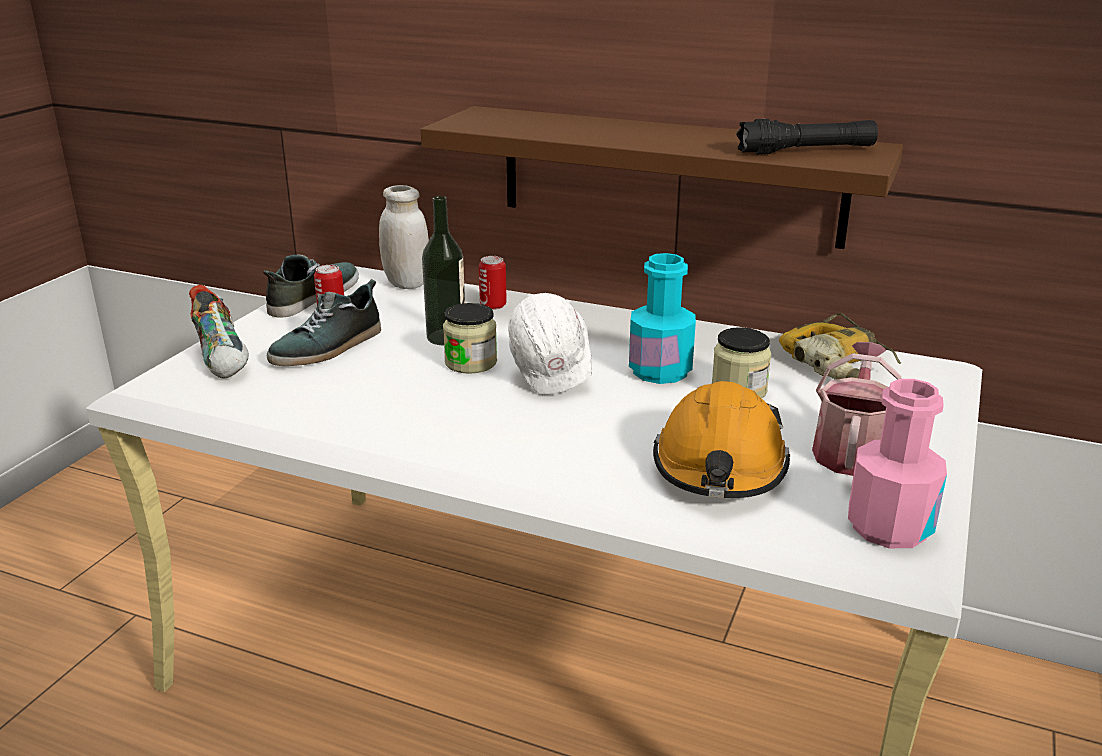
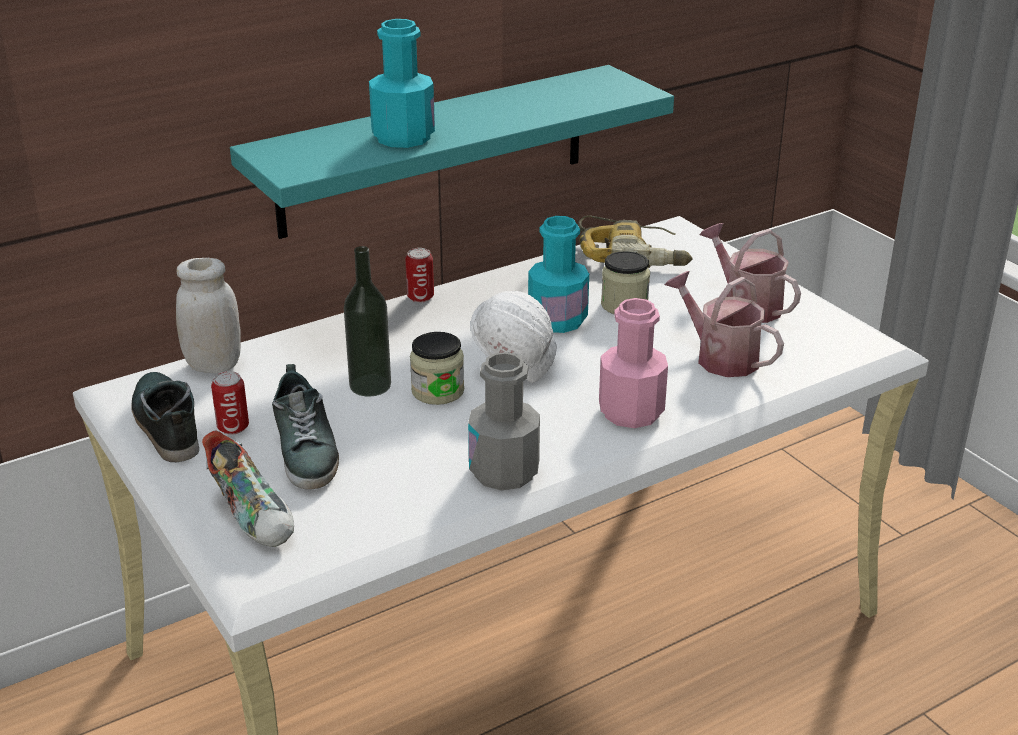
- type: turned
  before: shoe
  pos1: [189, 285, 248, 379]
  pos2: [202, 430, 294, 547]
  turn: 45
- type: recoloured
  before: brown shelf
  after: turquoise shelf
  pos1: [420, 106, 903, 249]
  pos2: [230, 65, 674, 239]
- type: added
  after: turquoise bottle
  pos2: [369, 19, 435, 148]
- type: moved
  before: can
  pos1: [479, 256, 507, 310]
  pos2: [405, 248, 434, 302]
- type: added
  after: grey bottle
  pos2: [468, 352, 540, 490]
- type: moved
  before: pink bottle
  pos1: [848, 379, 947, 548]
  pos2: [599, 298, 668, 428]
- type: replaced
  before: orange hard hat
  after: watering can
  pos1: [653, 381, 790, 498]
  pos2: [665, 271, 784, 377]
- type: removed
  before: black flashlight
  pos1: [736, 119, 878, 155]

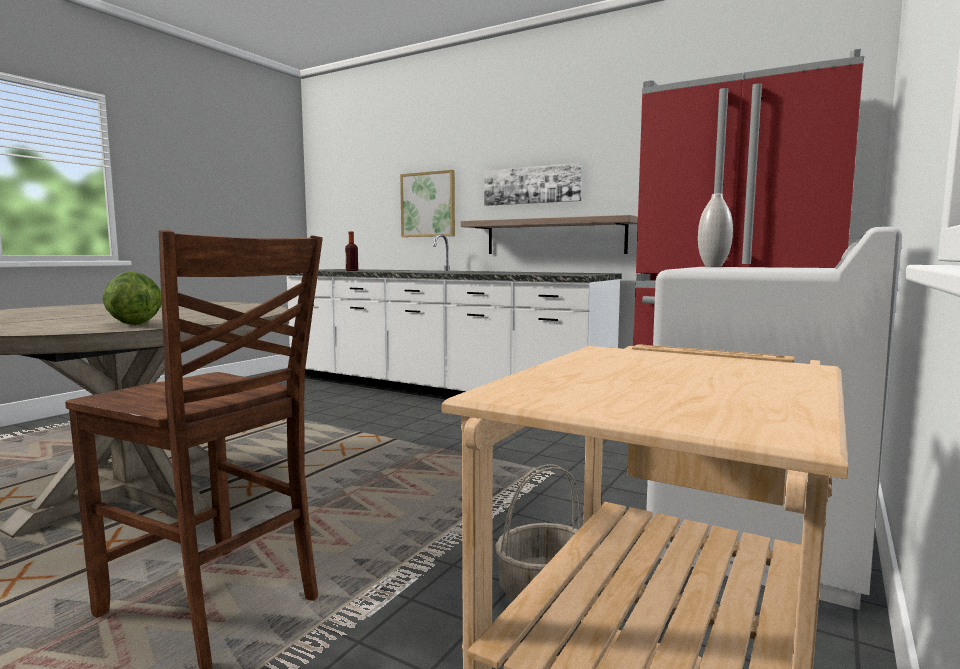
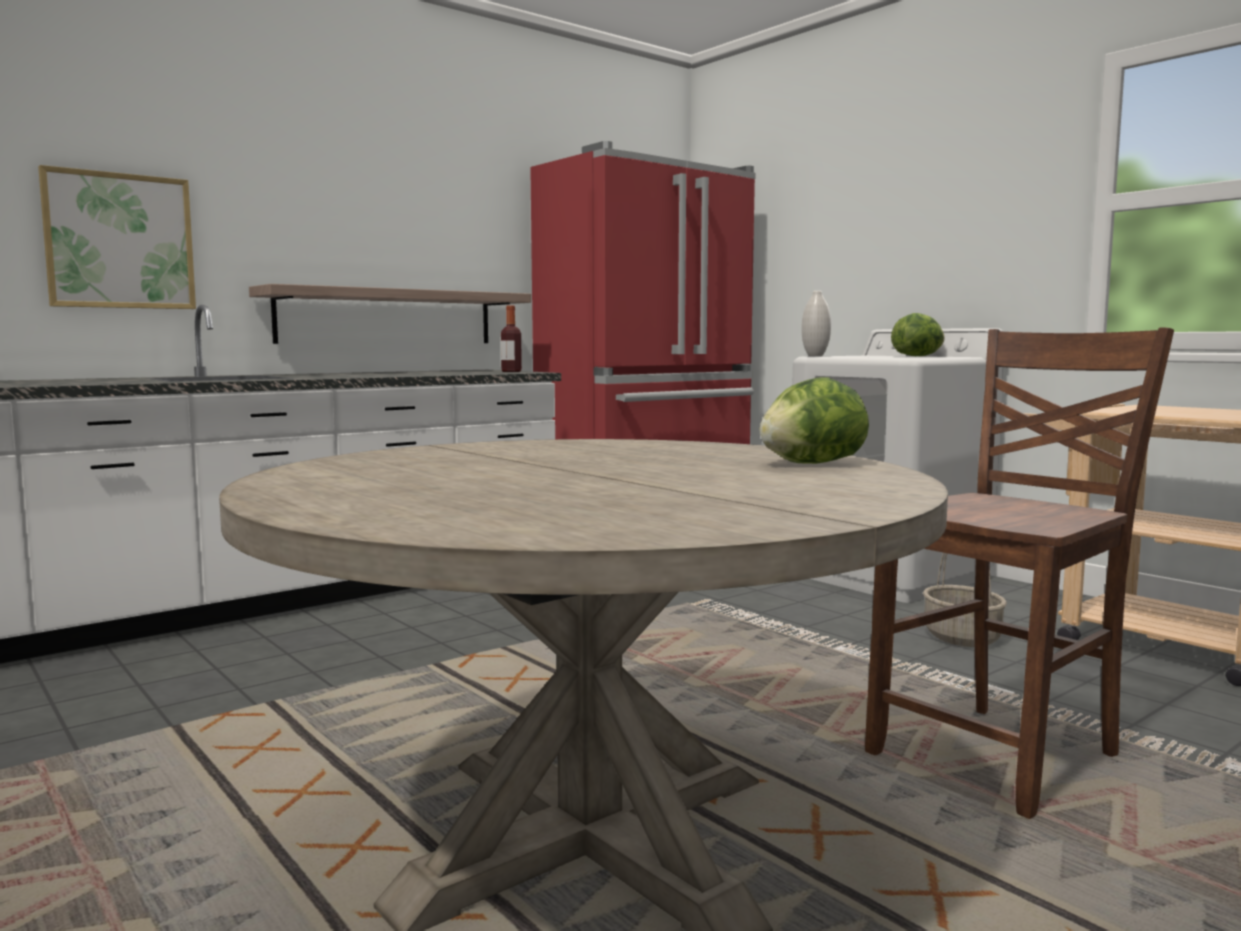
- type: moved
  before: bottle
  pos1: [345, 231, 358, 271]
  pos2: [501, 306, 522, 372]
- type: added
  after: lettuce
  pos2: [891, 313, 945, 356]
- type: removed
  before: picture
  pos1: [484, 163, 582, 206]

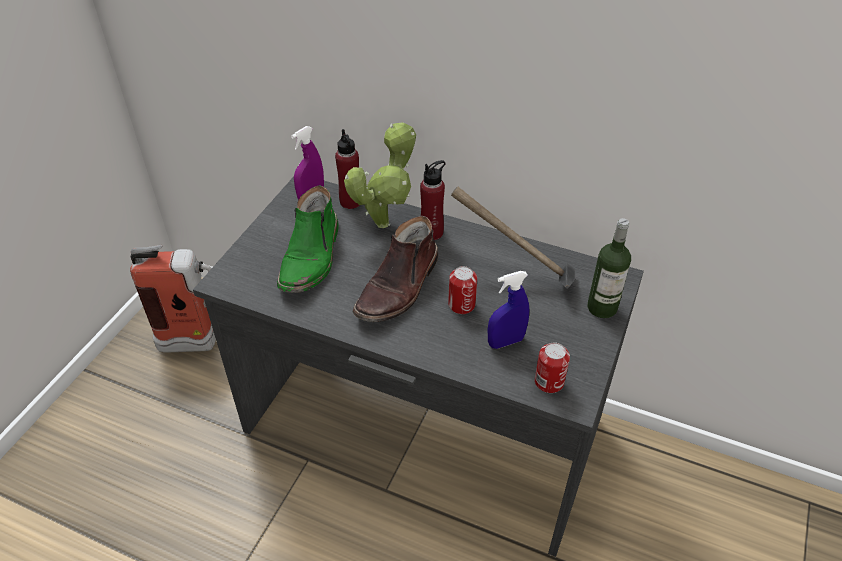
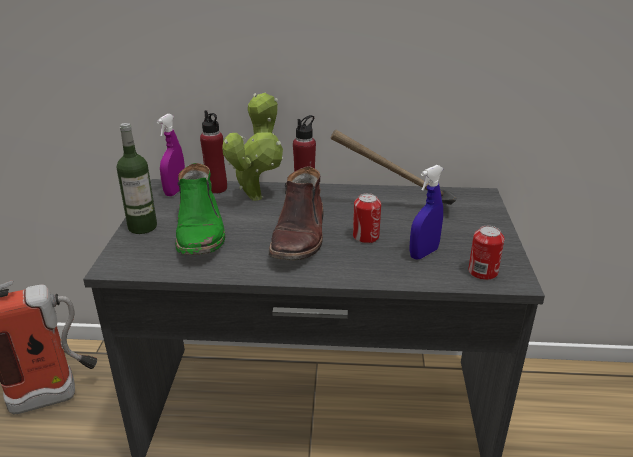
- type: moved
  before: bottle
  pos1: [587, 218, 631, 318]
  pos2: [117, 123, 157, 234]

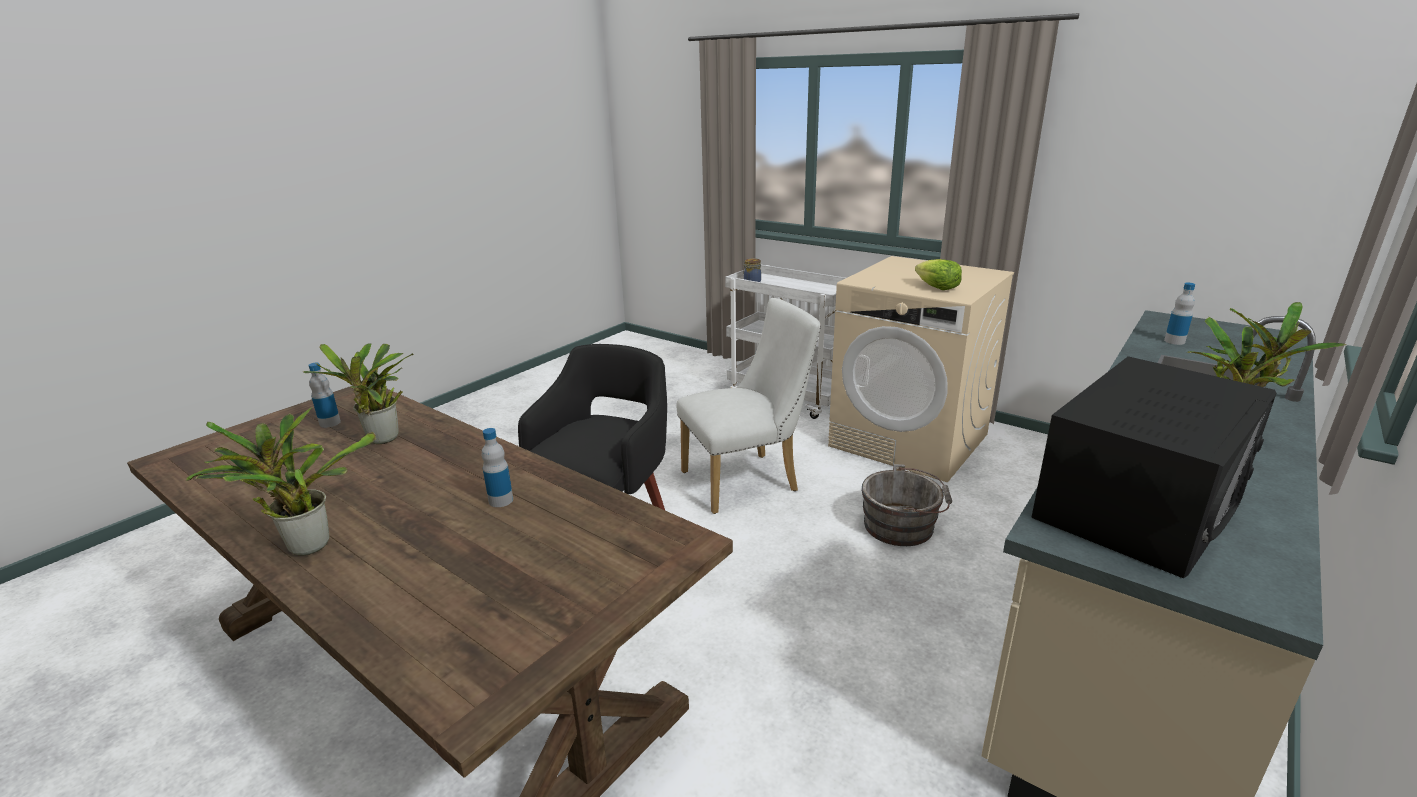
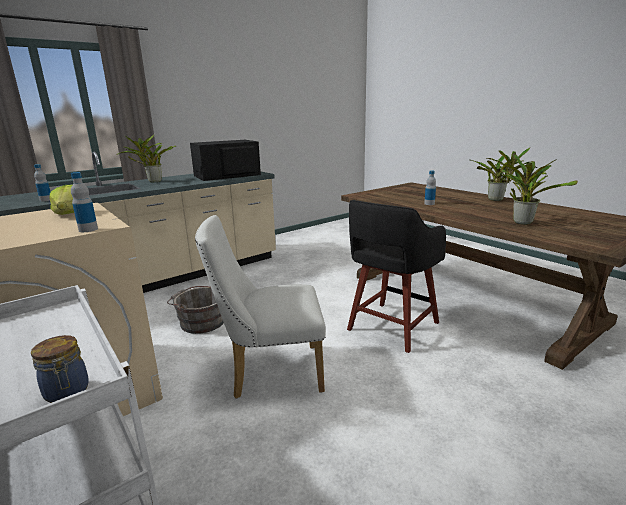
- type: moved
  before: bottle
  pos1: [308, 363, 341, 428]
  pos2: [71, 172, 98, 232]

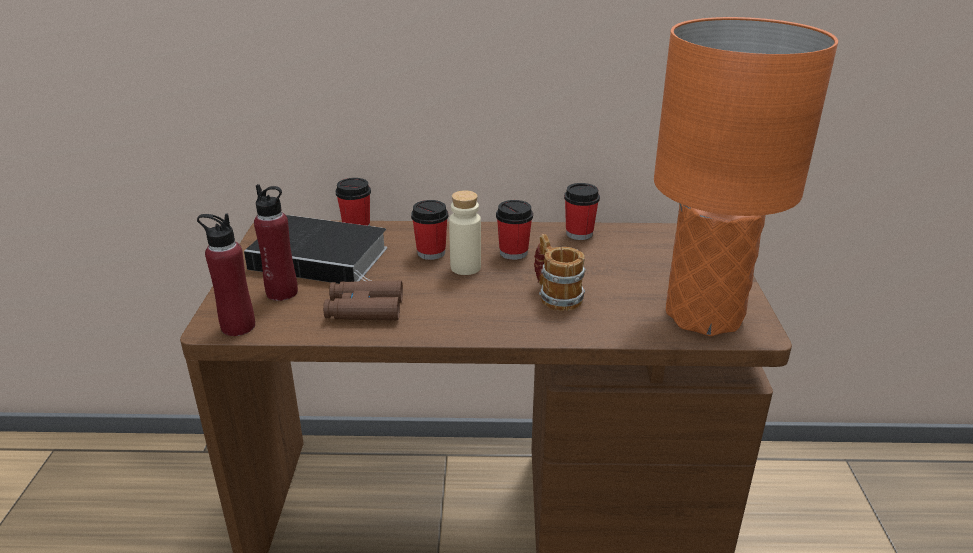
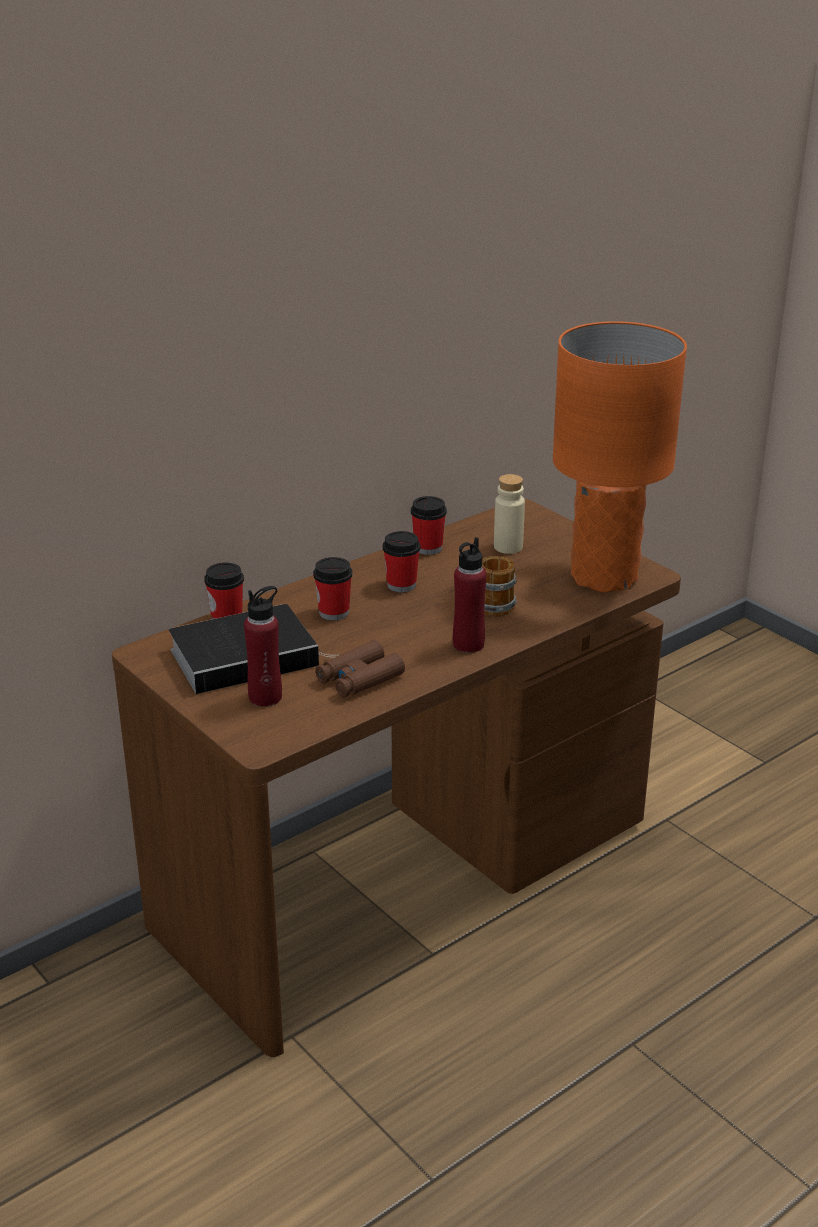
- type: moved
  before: red bottle
  pos1: [197, 213, 255, 336]
  pos2: [453, 537, 487, 653]
- type: moved
  before: beige bottle
  pos1: [449, 190, 481, 275]
  pos2: [494, 474, 525, 554]

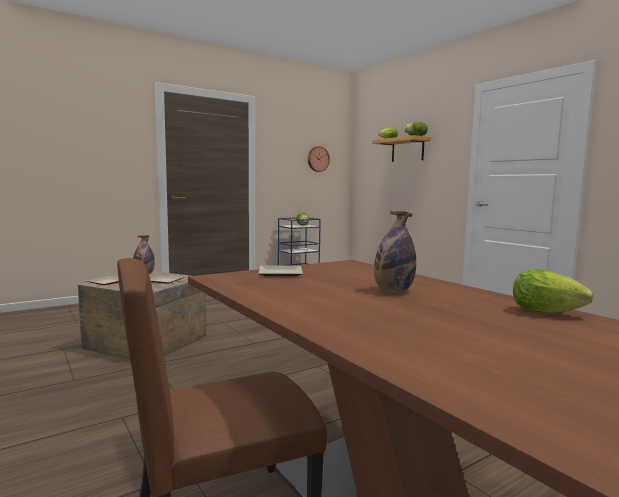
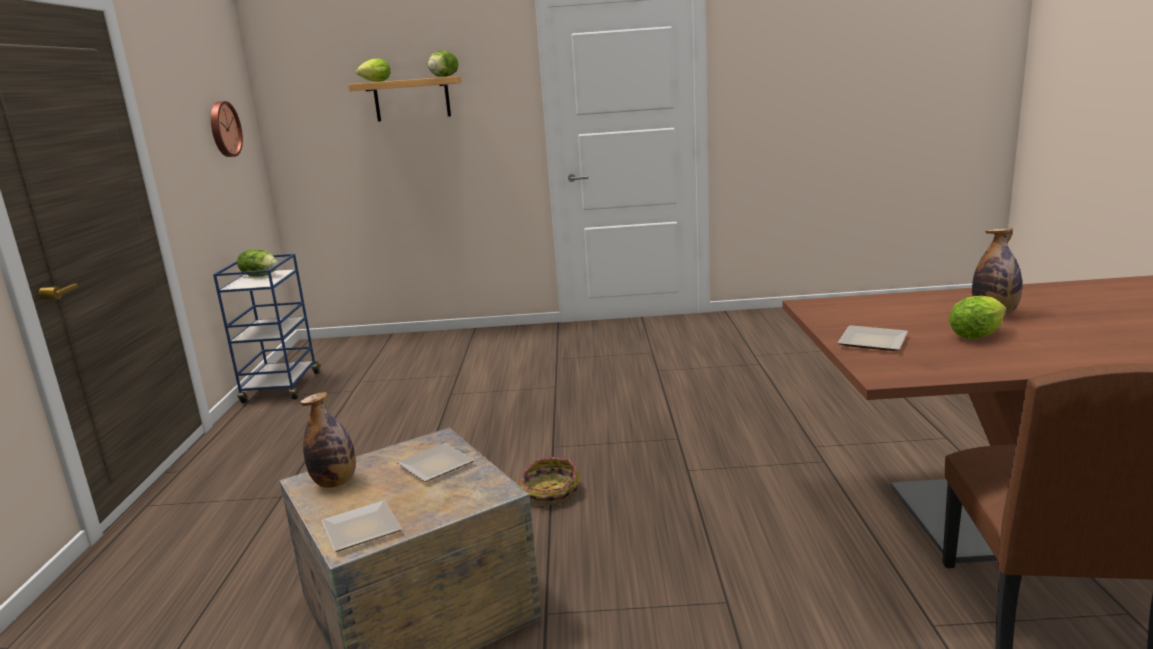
- type: added
  after: basket
  pos2: [518, 457, 580, 507]
- type: moved
  before: lettuce
  pos1: [513, 269, 593, 314]
  pos2: [949, 296, 1006, 339]

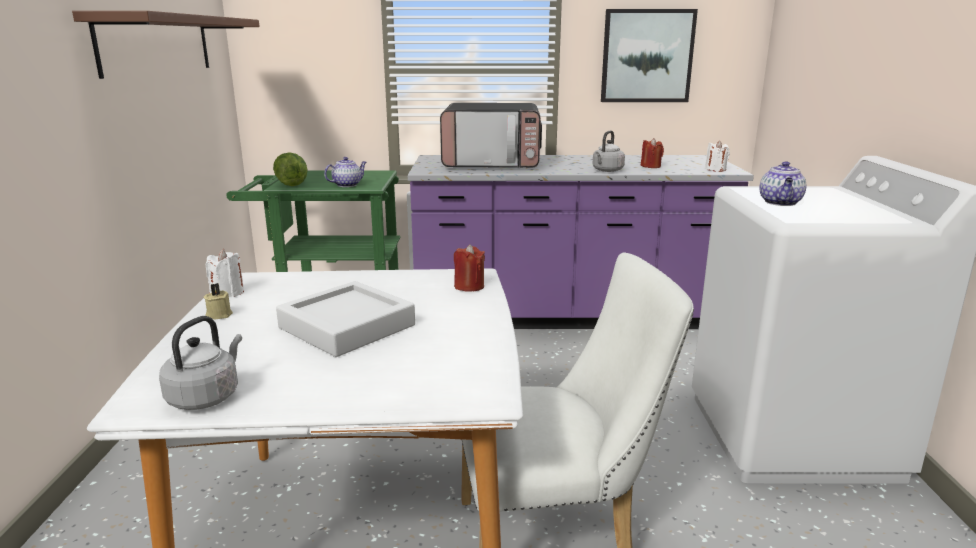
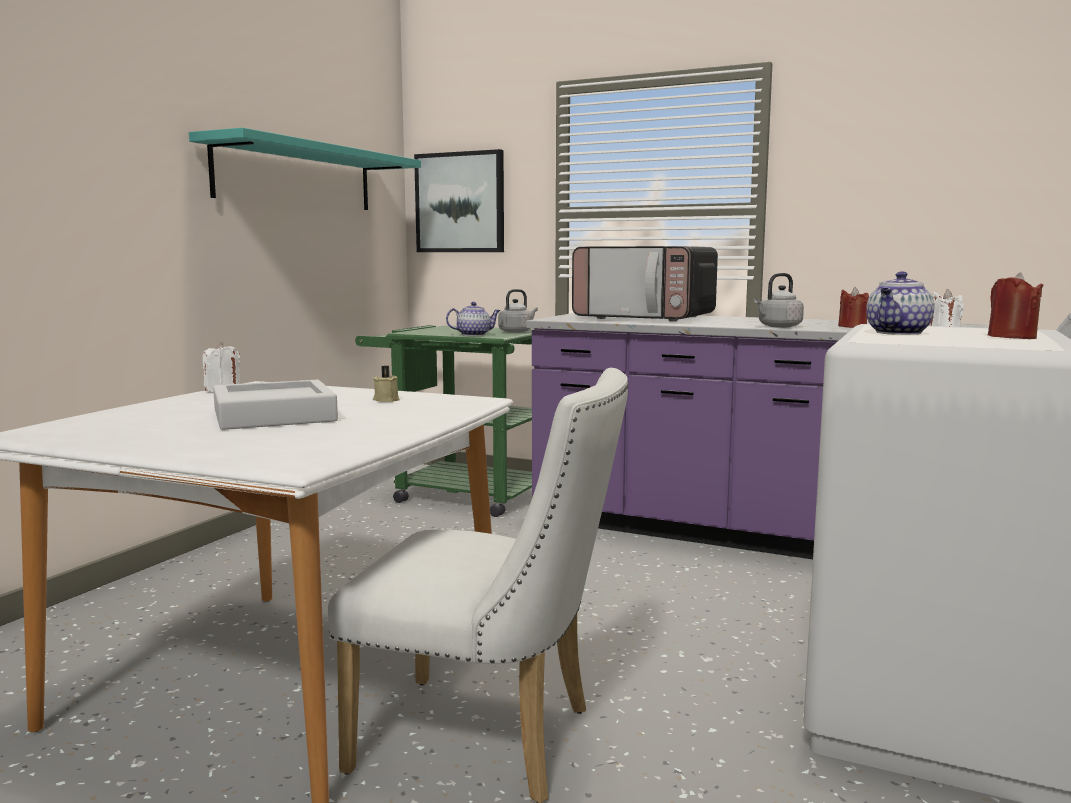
- type: recoloured
  before: brown shelf
  after: turquoise shelf
  pos1: [72, 11, 260, 79]
  pos2: [189, 128, 421, 210]
- type: moved
  before: beige candle
  pos1: [203, 283, 233, 319]
  pos2: [373, 366, 400, 402]
- type: moved
  before: picture
  pos1: [601, 9, 698, 102]
  pos2: [414, 149, 504, 252]
- type: moved
  before: grey kettle
  pos1: [159, 316, 242, 410]
  pos2: [498, 289, 538, 333]
- type: moved
  before: red candle
  pos1: [454, 244, 485, 292]
  pos2: [988, 272, 1044, 339]
- type: removed
  before: lettuce
  pos1: [273, 152, 308, 186]

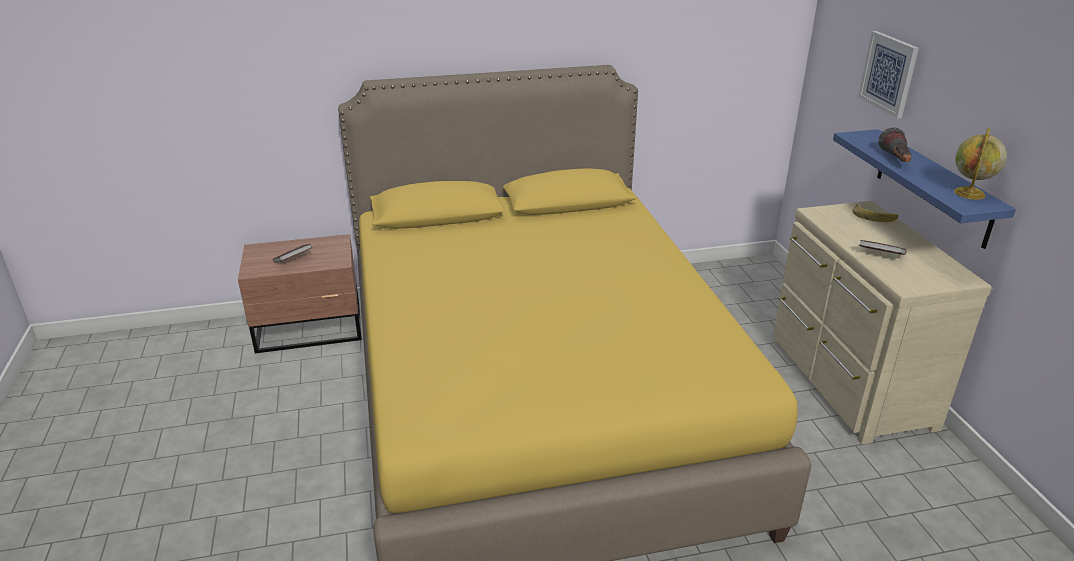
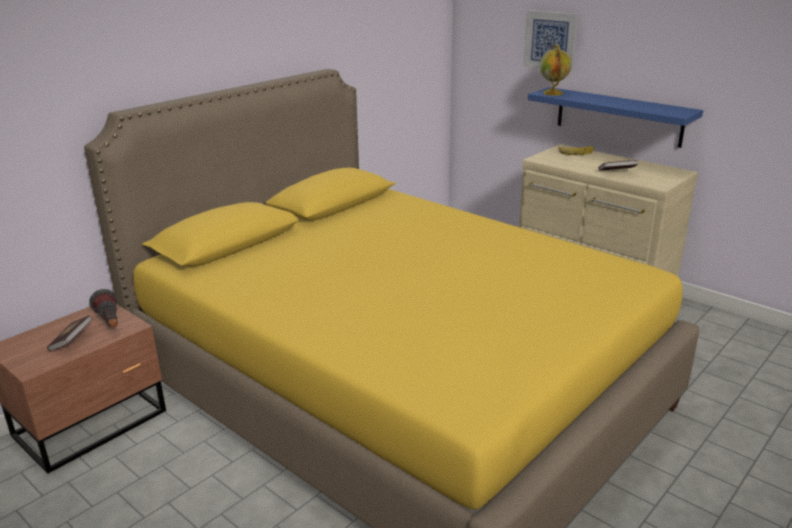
- type: moved
  before: flashlight
  pos1: [878, 127, 912, 162]
  pos2: [89, 289, 118, 327]
- type: moved
  before: globe
  pos1: [954, 128, 1007, 200]
  pos2: [540, 45, 572, 96]

